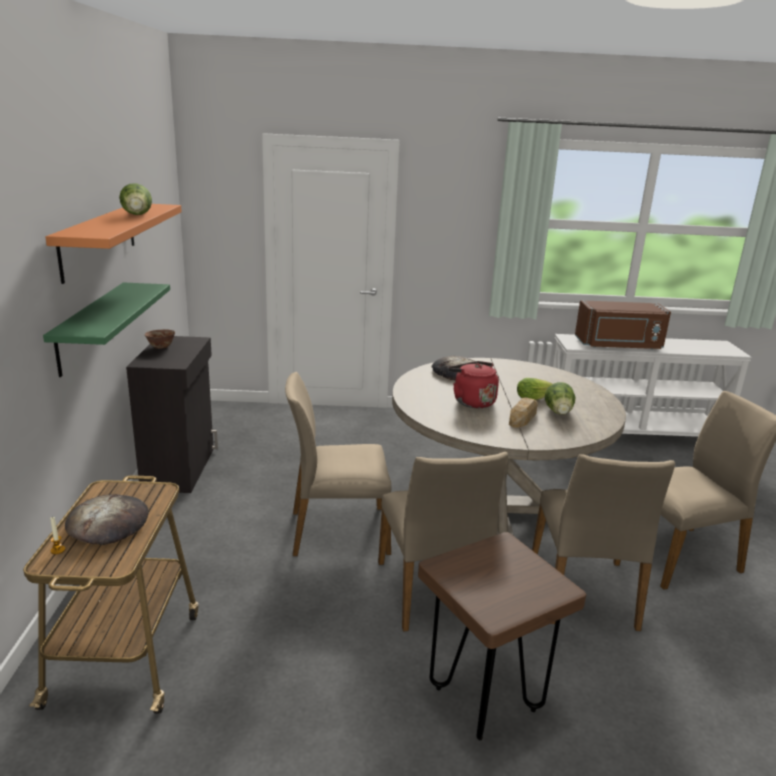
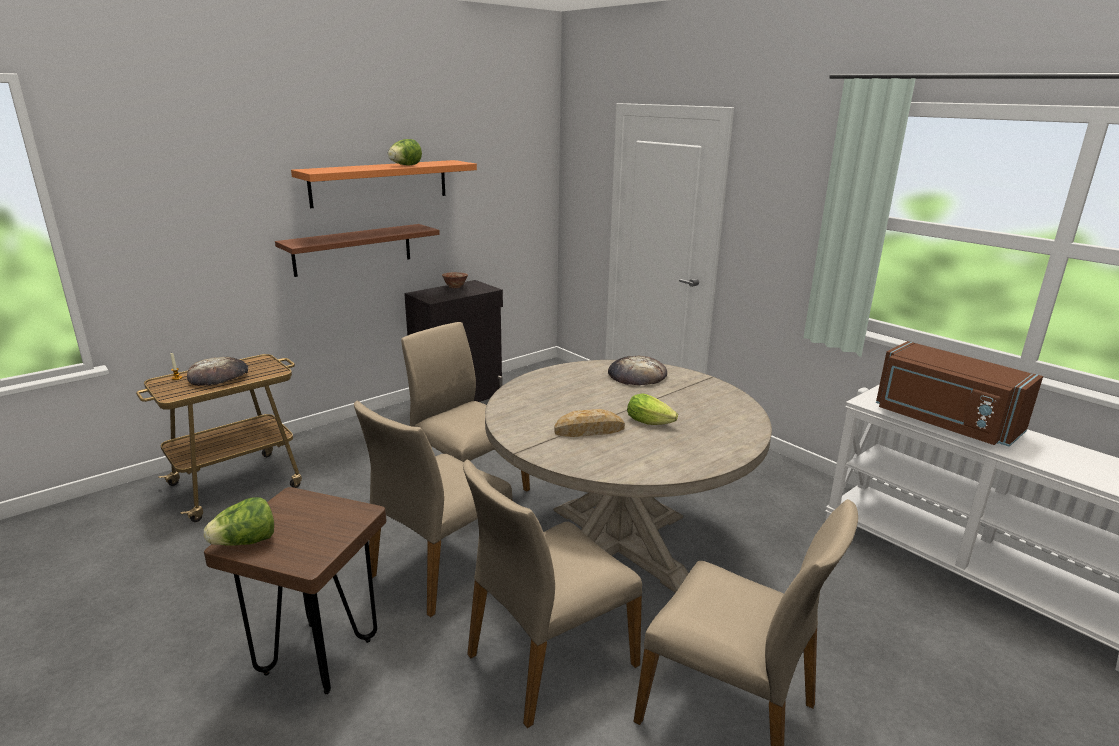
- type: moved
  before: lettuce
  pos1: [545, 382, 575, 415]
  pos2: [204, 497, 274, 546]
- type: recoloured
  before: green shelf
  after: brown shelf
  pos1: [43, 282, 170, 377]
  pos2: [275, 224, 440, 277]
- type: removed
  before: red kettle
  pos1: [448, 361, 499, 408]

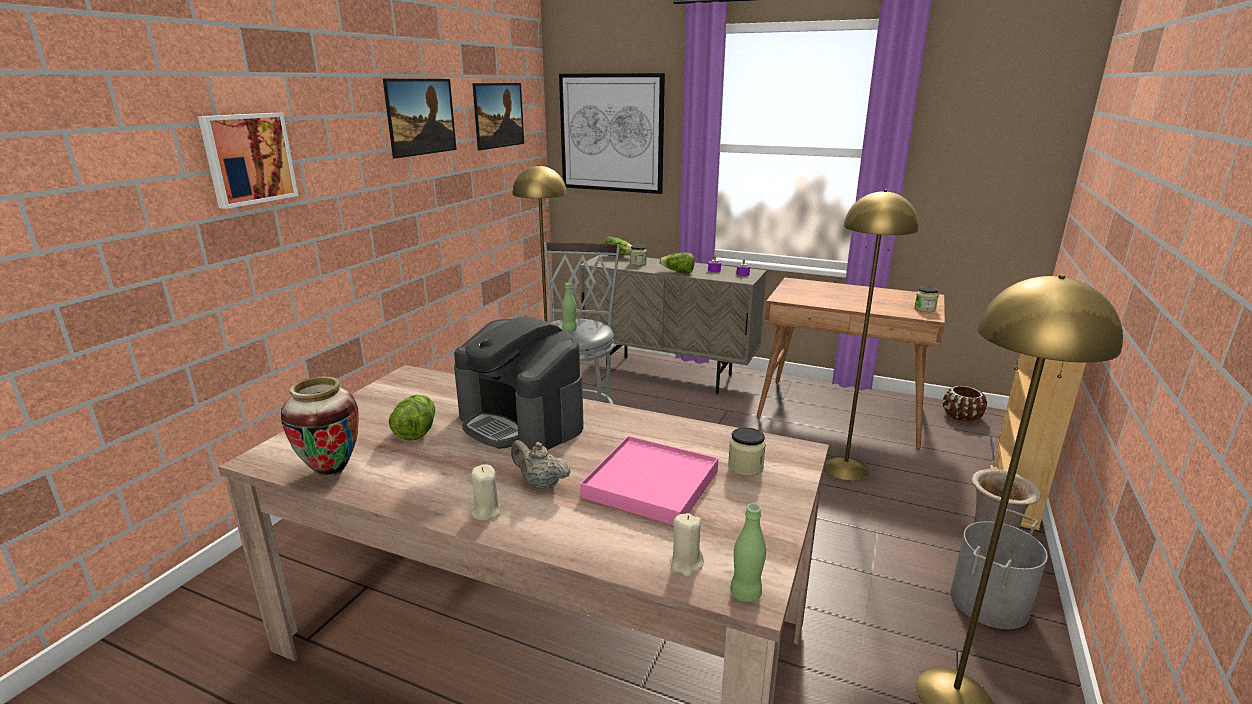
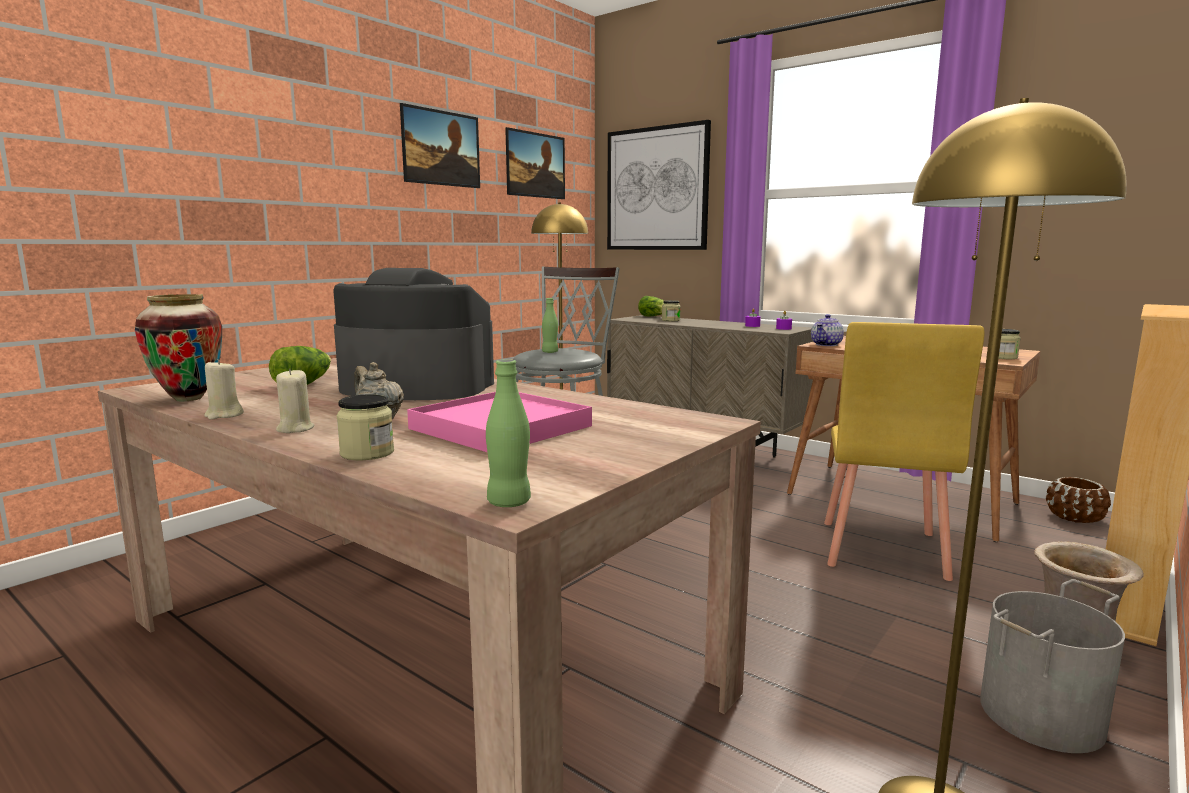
- type: moved
  before: beige candle
  pos1: [669, 513, 704, 577]
  pos2: [205, 359, 244, 420]
- type: turned
  before: coffee machine
  pos1: [454, 316, 584, 450]
  pos2: [333, 268, 494, 400]
  turn: 135
- type: moved
  before: jar
  pos1: [728, 427, 766, 476]
  pos2: [337, 395, 394, 460]
- type: added
  after: teapot
  pos2: [811, 314, 844, 346]
- type: replaced
  before: yellow floor lamp
  after: yellow chair
  pos1: [824, 190, 918, 480]
  pos2: [824, 322, 984, 581]
- type: removed
  before: picture
  pos1: [198, 113, 298, 209]
- type: removed
  before: lettuce
  pos1: [659, 253, 695, 274]

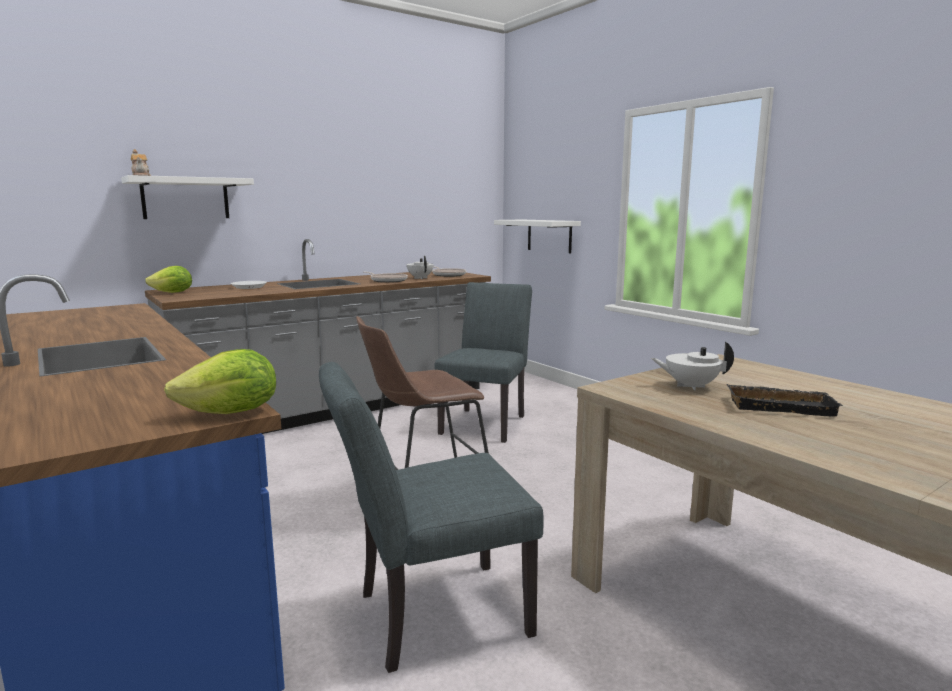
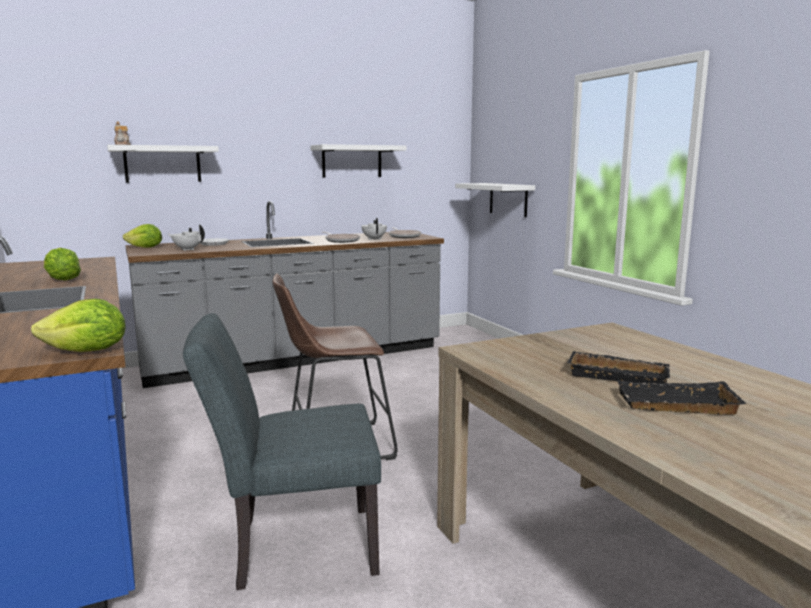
- type: added
  after: lettuce
  pos2: [44, 248, 81, 280]
- type: moved
  before: white teapot
  pos1: [651, 341, 734, 390]
  pos2: [168, 224, 205, 251]
- type: added
  after: white shelf
  pos2: [311, 144, 406, 178]
- type: added
  after: black tray
  pos2: [617, 380, 747, 415]
- type: removed
  before: grey chair
  pos1: [434, 282, 532, 443]

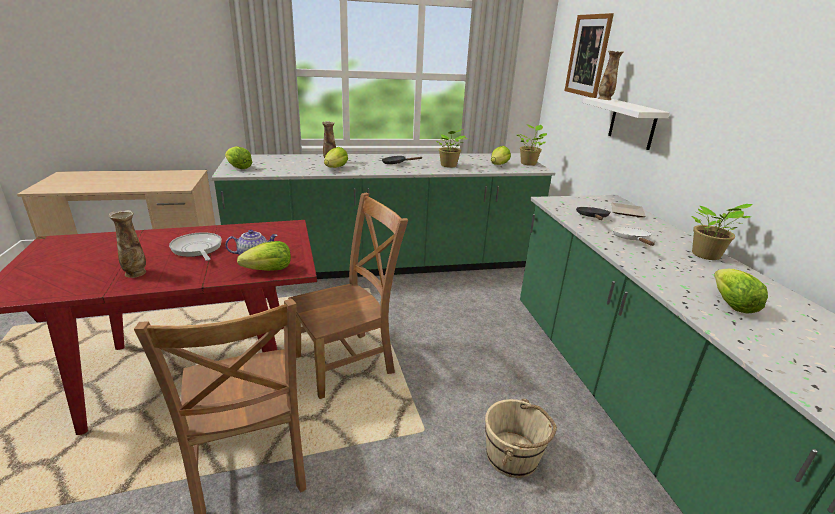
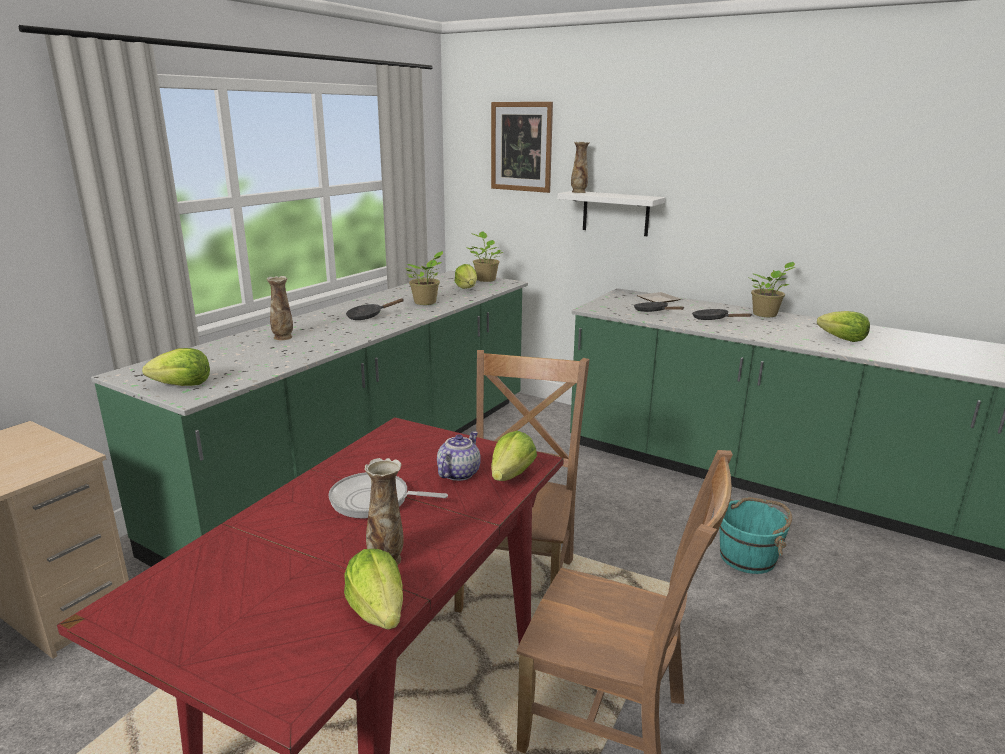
- type: moved
  before: lettuce
  pos1: [324, 147, 348, 168]
  pos2: [344, 549, 403, 629]
- type: recoloured
  before: white frying pan
  after: black frying pan
  pos1: [613, 227, 655, 246]
  pos2: [692, 309, 752, 320]
- type: recoloured
  before: beige bucket
  after: turquoise bucket
  pos1: [485, 399, 557, 478]
  pos2: [720, 497, 792, 574]

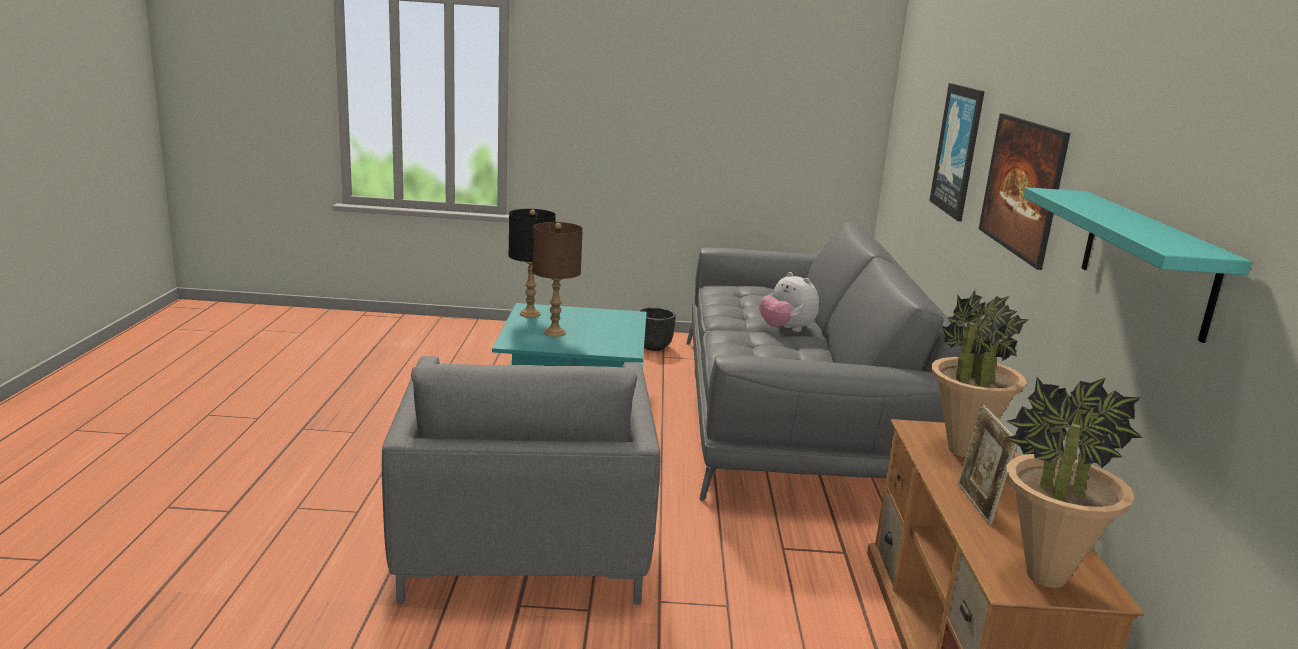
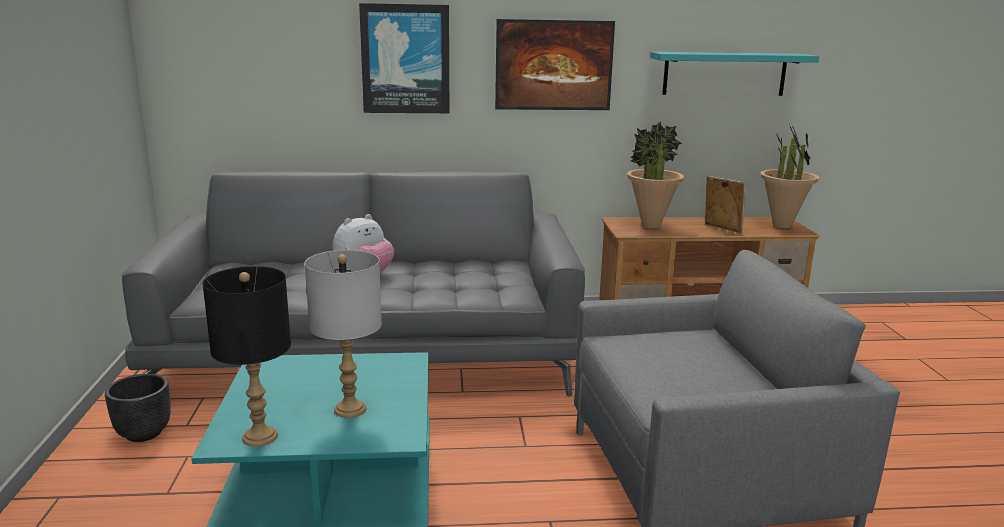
- type: recoloured
  before: brown table lamp
  after: grey table lamp
  pos1: [532, 222, 583, 337]
  pos2: [305, 250, 382, 418]
- type: turned
  before: picture frame
  pos1: [958, 404, 1017, 525]
  pos2: [705, 176, 745, 234]
  turn: -120

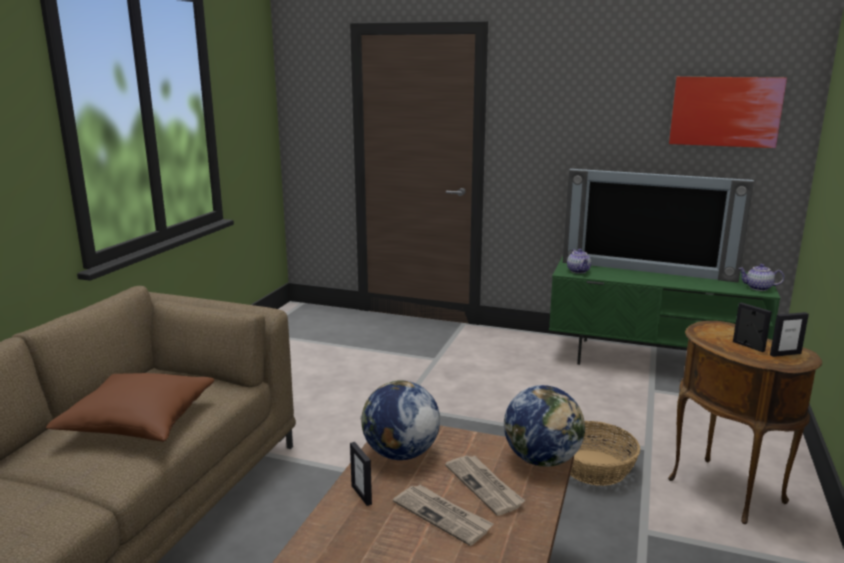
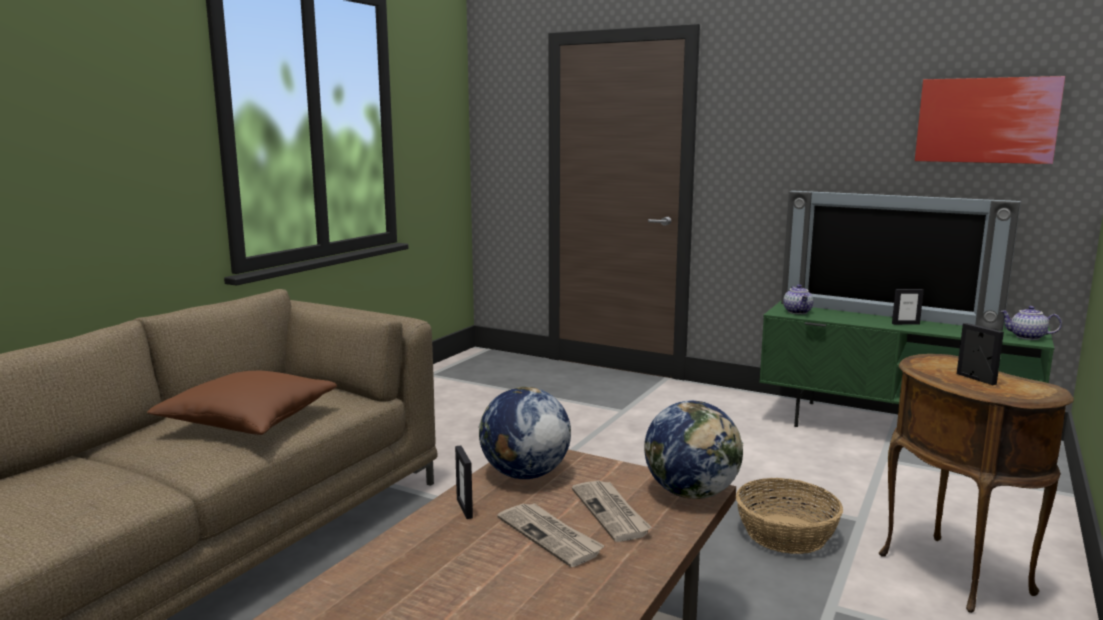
- type: moved
  before: picture frame
  pos1: [770, 312, 809, 357]
  pos2: [892, 289, 924, 325]

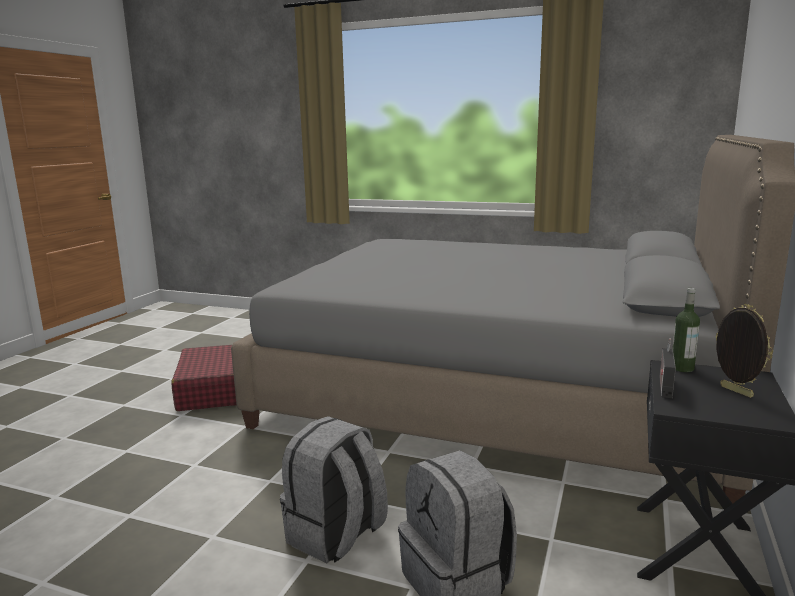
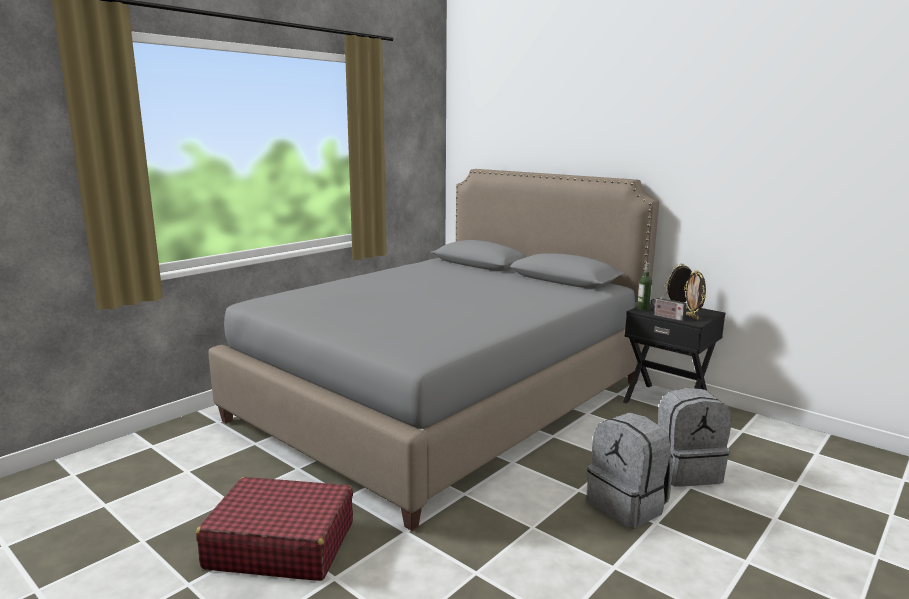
- type: added
  after: picture frame
  pos2: [684, 270, 706, 320]

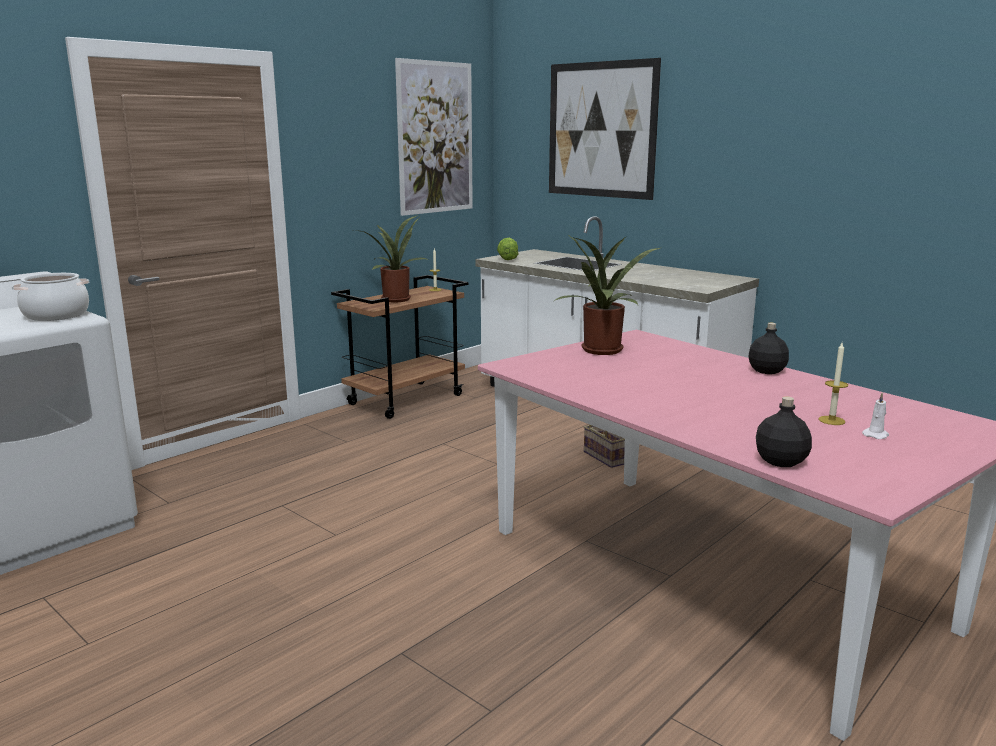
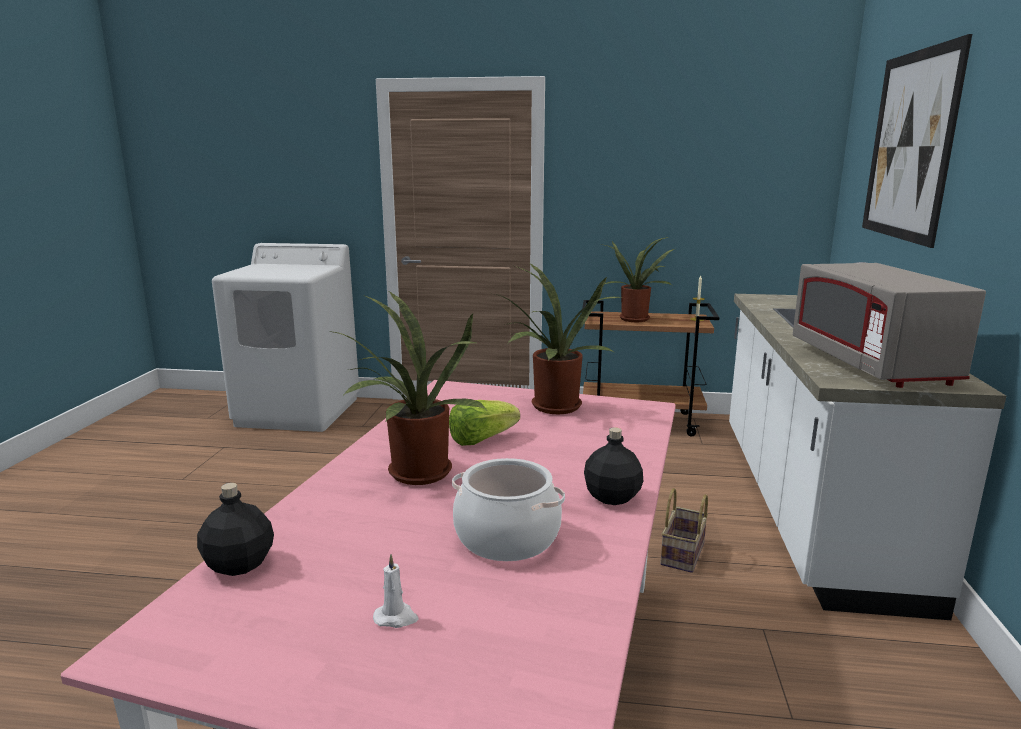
- type: added
  after: potted plant
  pos2: [329, 291, 486, 485]
- type: moved
  before: lettuce
  pos1: [497, 238, 519, 260]
  pos2: [449, 400, 520, 446]
- type: moved
  before: cooking pot
  pos1: [12, 273, 89, 321]
  pos2: [452, 458, 565, 561]
- type: added
  after: grey microwave
  pos2: [793, 263, 986, 388]
- type: removed
  before: picture
  pos1: [395, 58, 473, 216]
- type: removed
  before: candle
  pos1: [819, 343, 848, 425]

